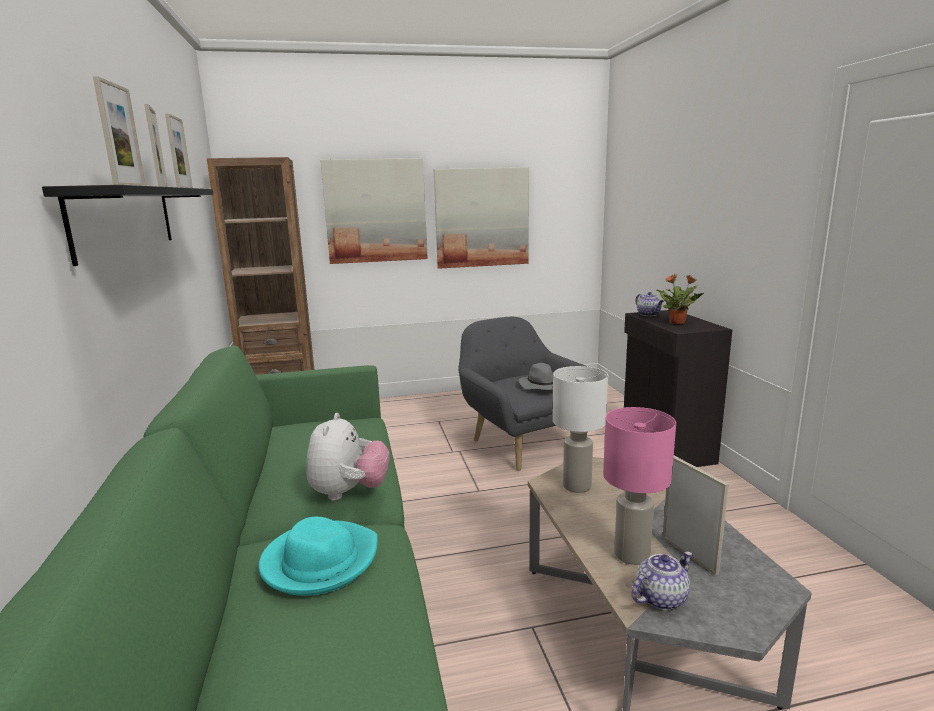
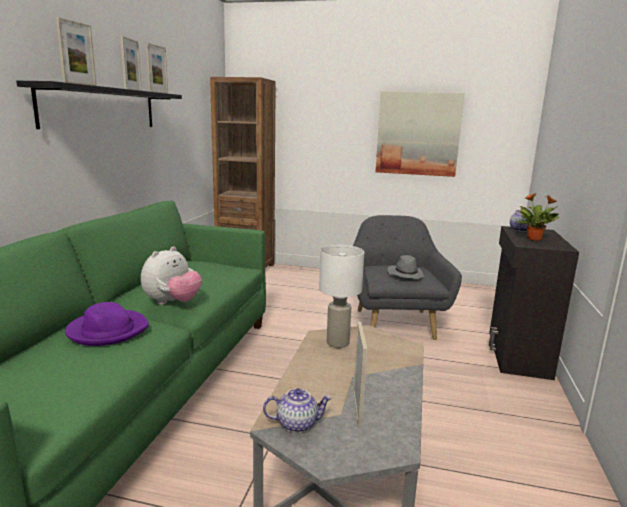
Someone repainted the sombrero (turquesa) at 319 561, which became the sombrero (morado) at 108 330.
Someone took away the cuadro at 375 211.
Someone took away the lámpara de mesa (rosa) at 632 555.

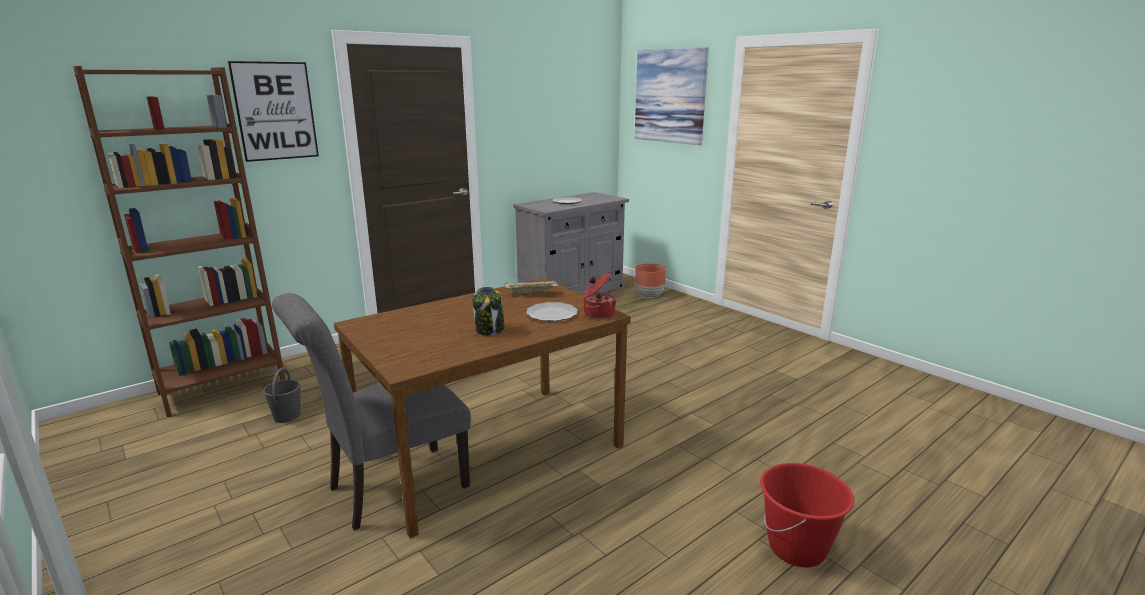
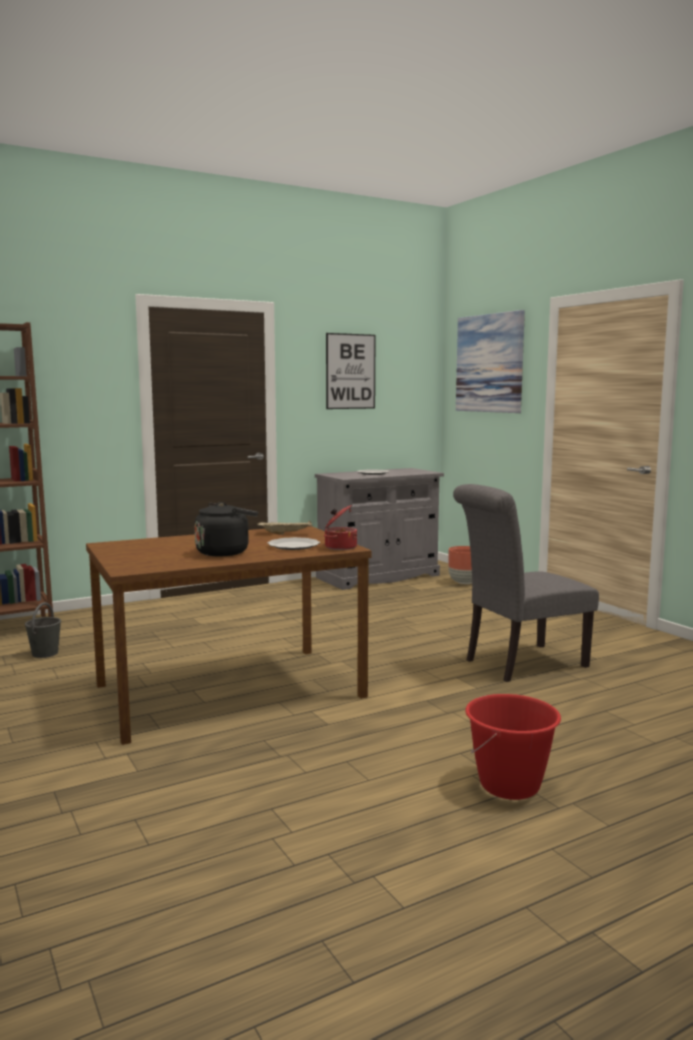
Someone swapped the tarro at 490 330 for the hervidor (negro) at 225 552.
Someone carried the cuadro from 275 111 to 350 371.
Someone carried the silla (gris) from 390 489 to 519 664.

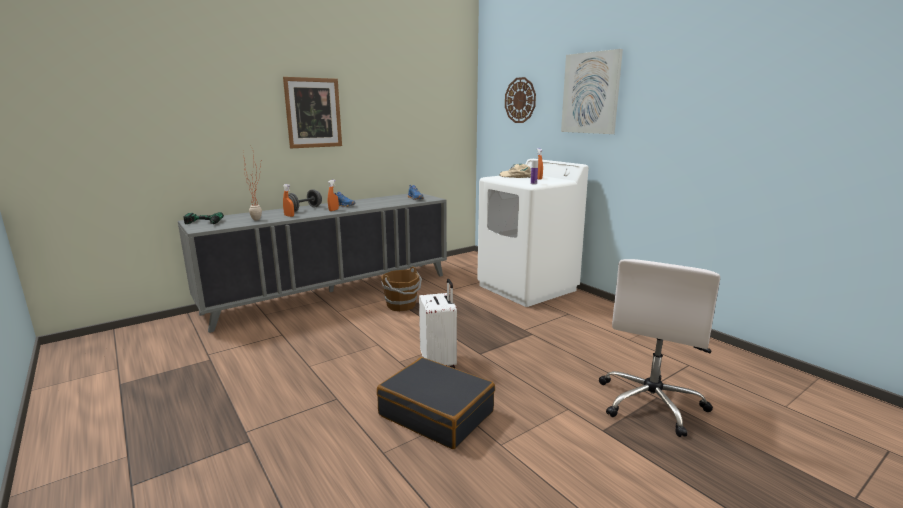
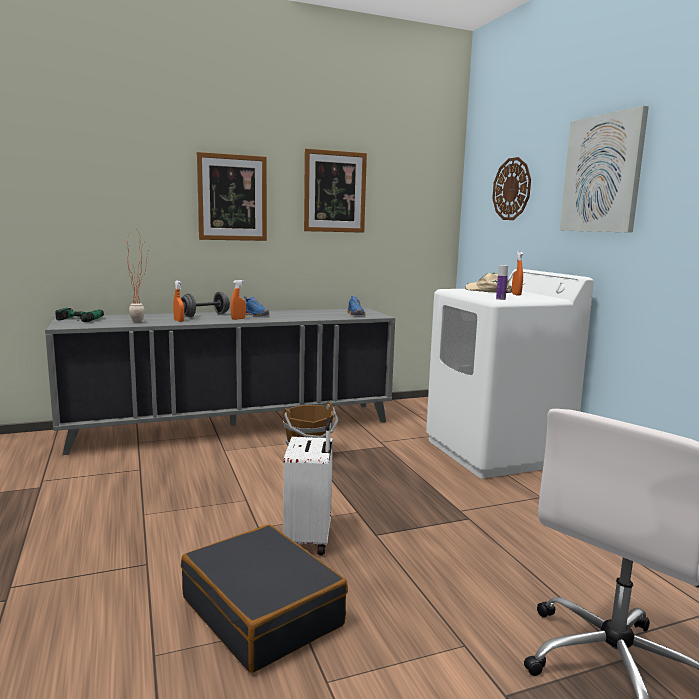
Someone put up the cuadro at 335 192.

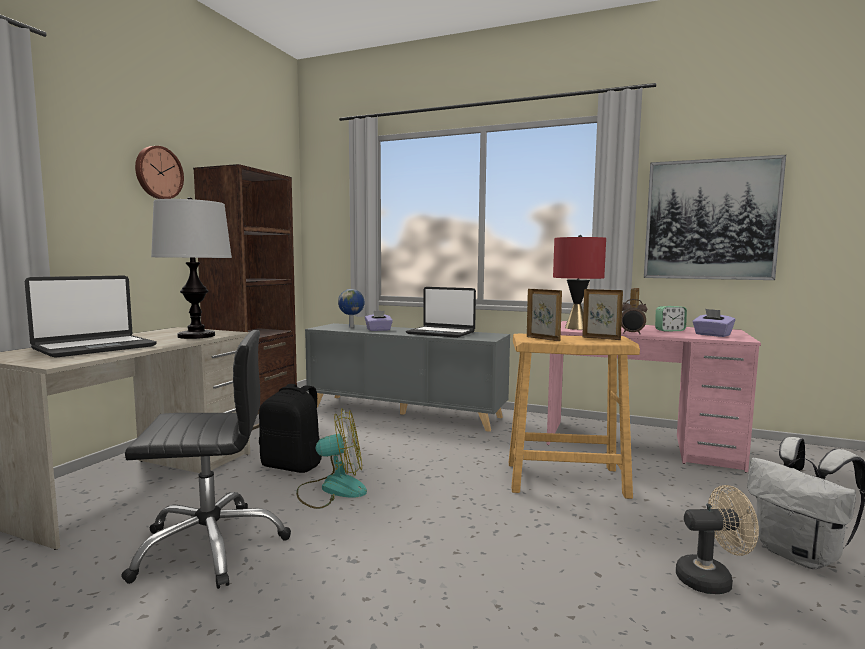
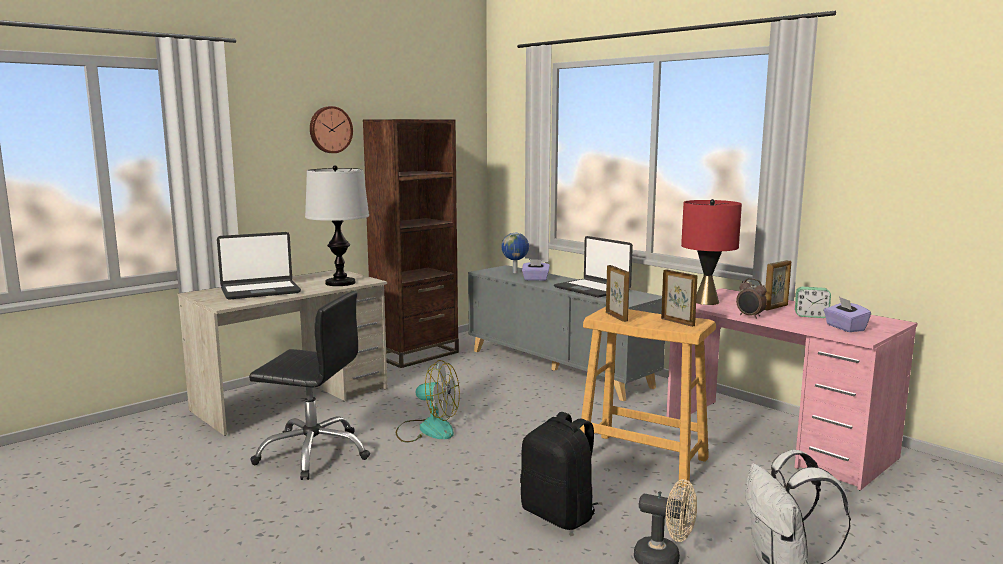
Someone carried the mochila (negro) from 293 466 to 559 515.
Someone took away the cuadro at 710 220.

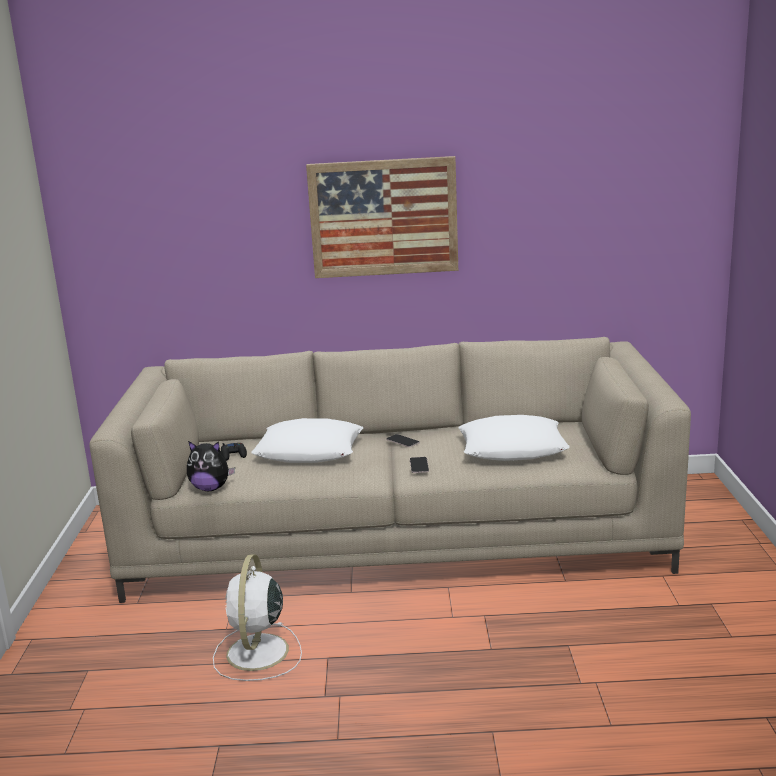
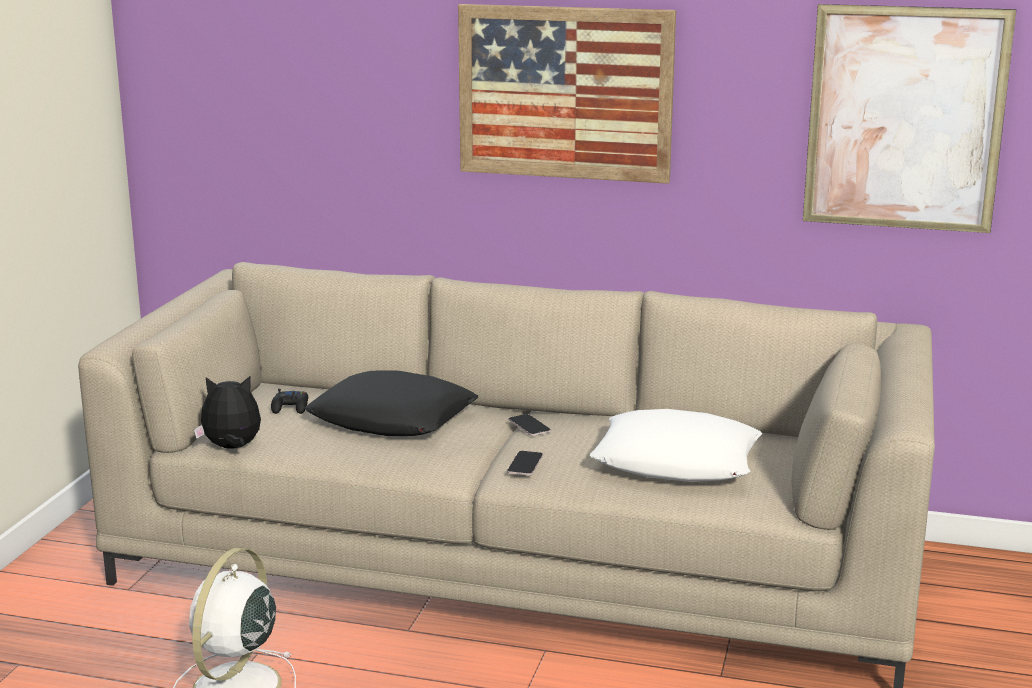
Someone rotated the peluche at 211 488 by 150 degrees clockwise.
Someone repainted the cojín (blanco) at 309 451, which became the cojín (negro) at 392 418.
Someone put up the cuadro at 905 119.

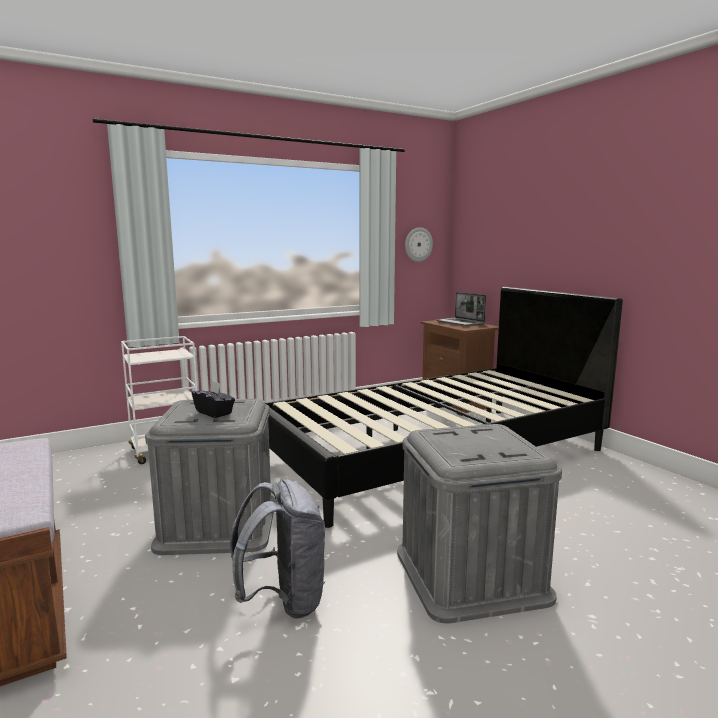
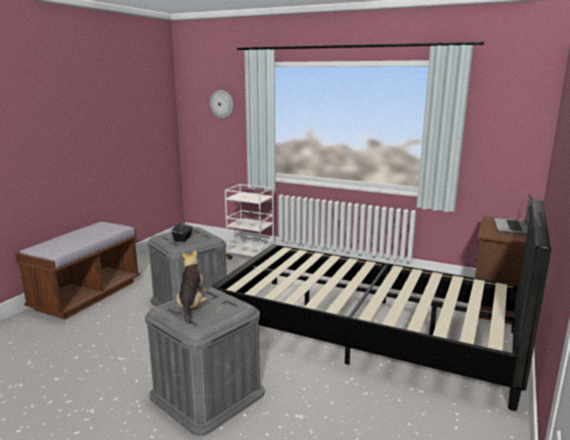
Someone put down the peluche at 192 306.
Someone carried the reloj de pared from 418 244 to 222 104.
Someone took away the mochila (gris) at 284 601.

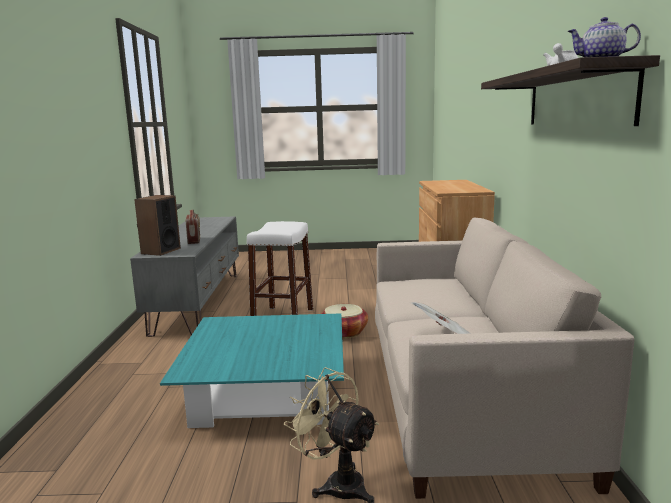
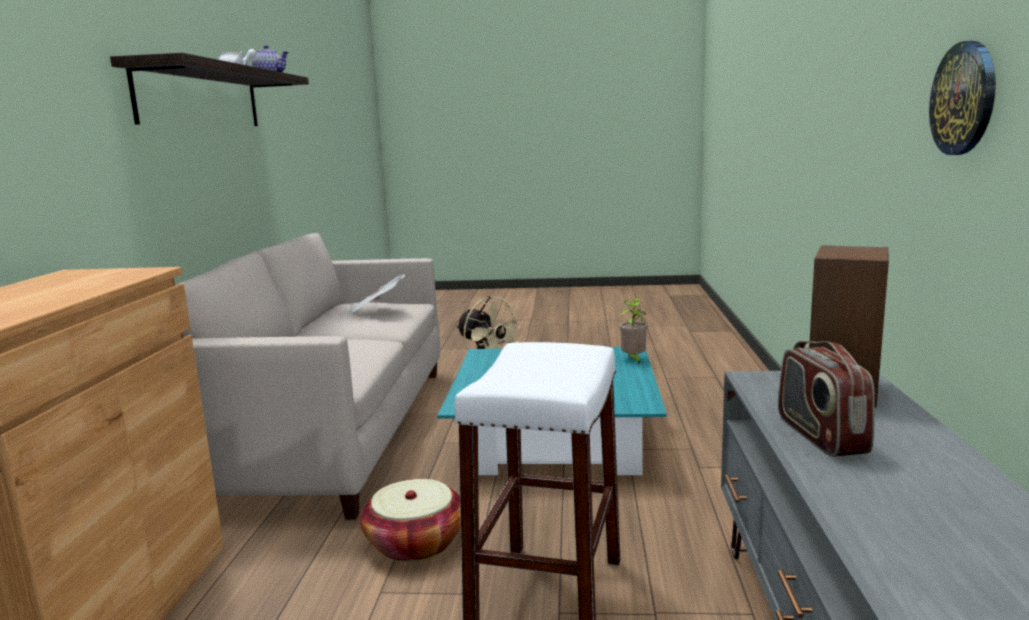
Someone put down the planta en maceta at 633 360.
Someone put up the reloj de pared at 964 99.

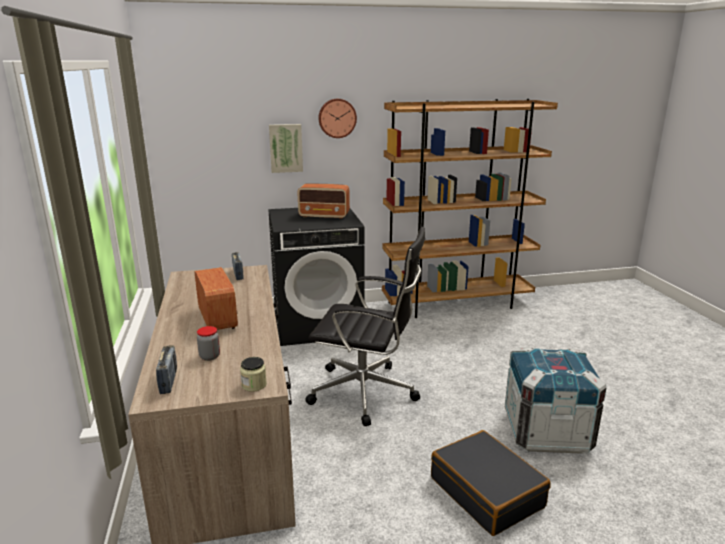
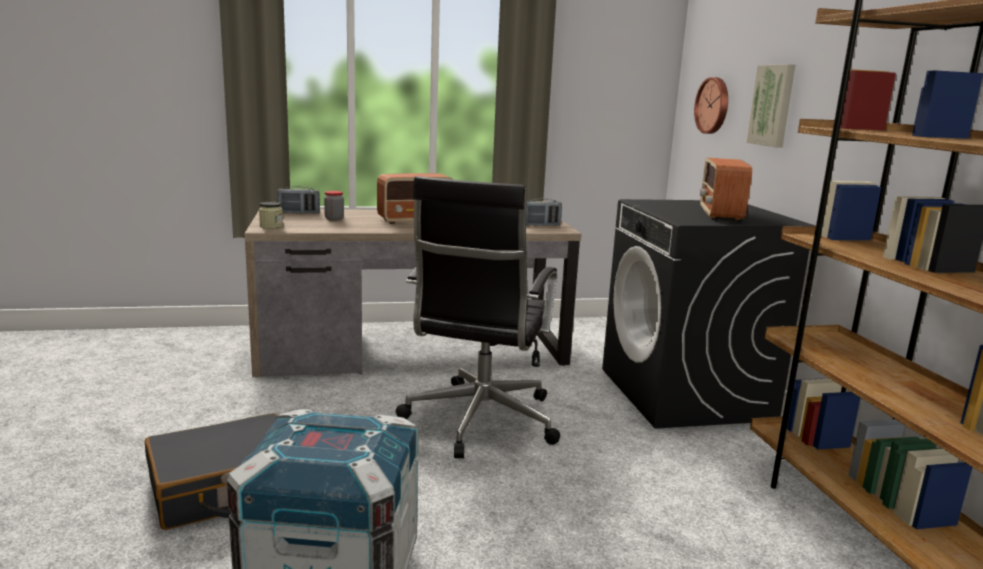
Someone carried the reloj de pared from 337 118 to 713 105.

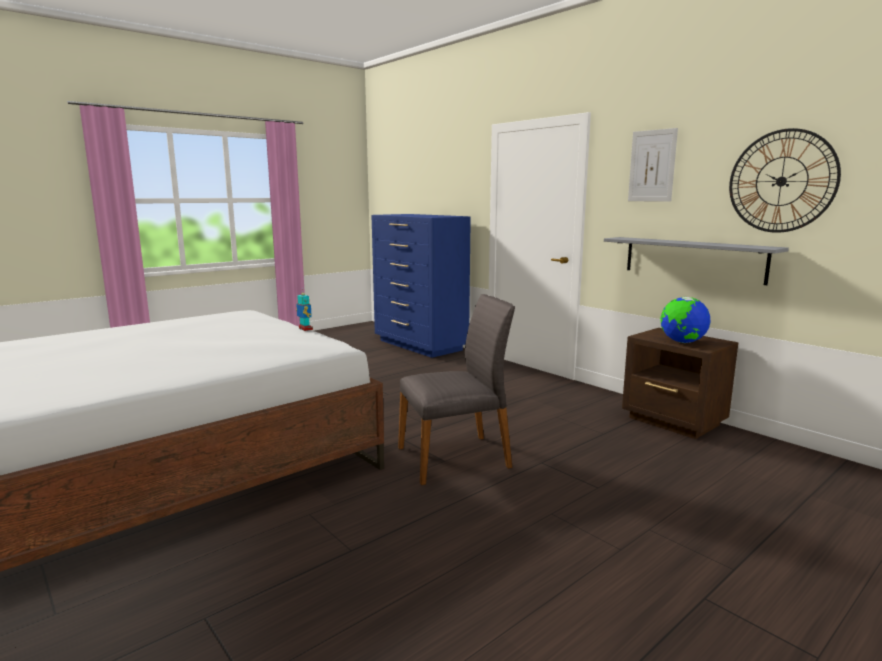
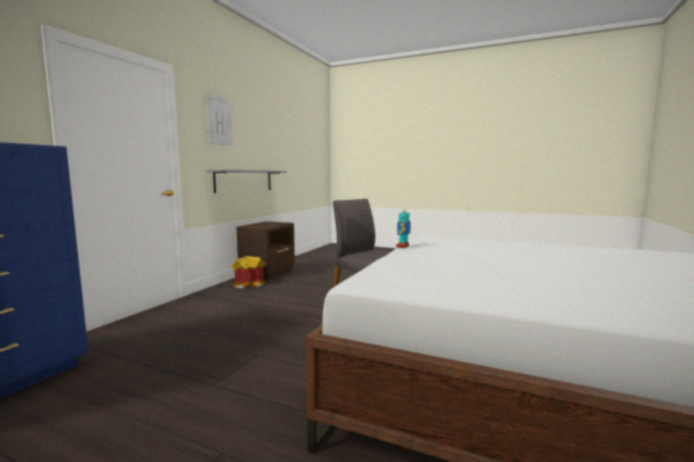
Someone put down the casita at 249 284.
Someone took away the globo terráqueo at 682 342.
Someone took away the reloj de pared at 781 181.

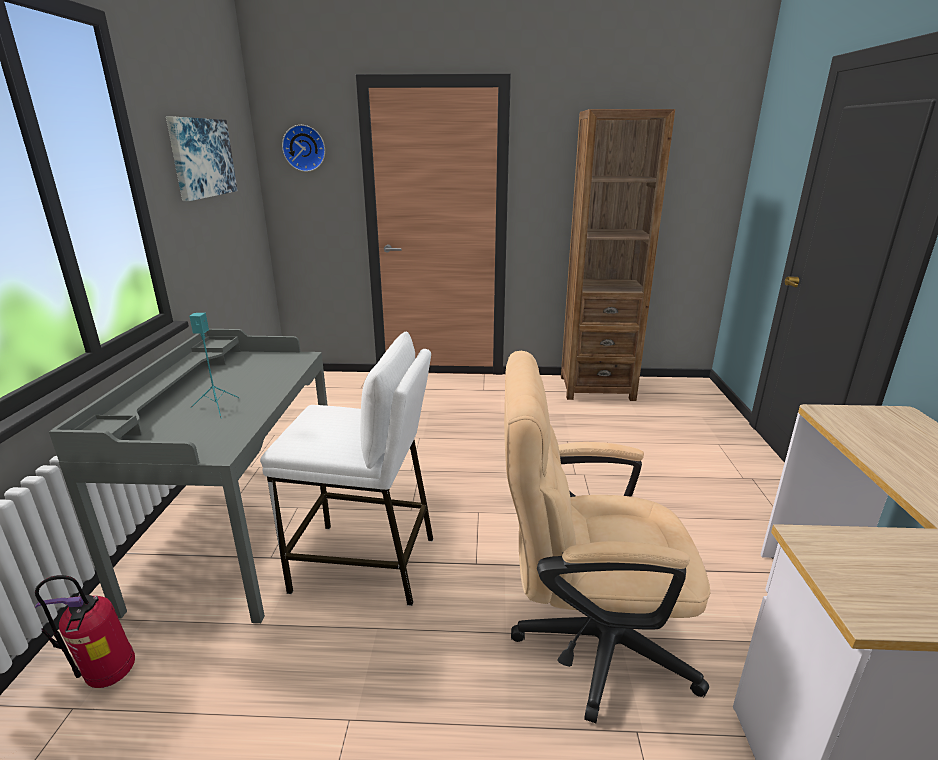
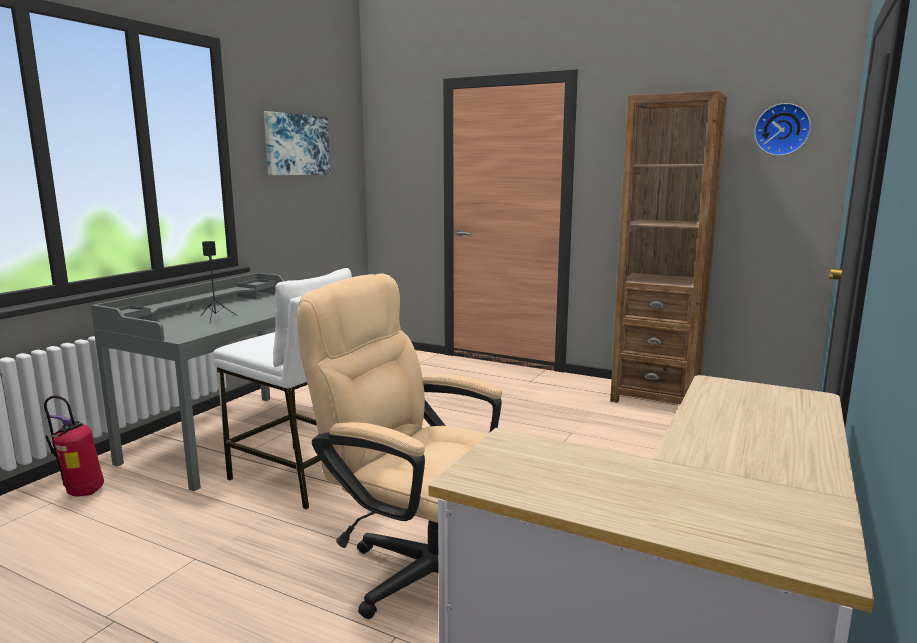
Someone repainted the altavoz (turquesa) at 217 407, which became the altavoz (negro) at 216 318.
Someone carried the reloj de pared from 304 148 to 782 129.

